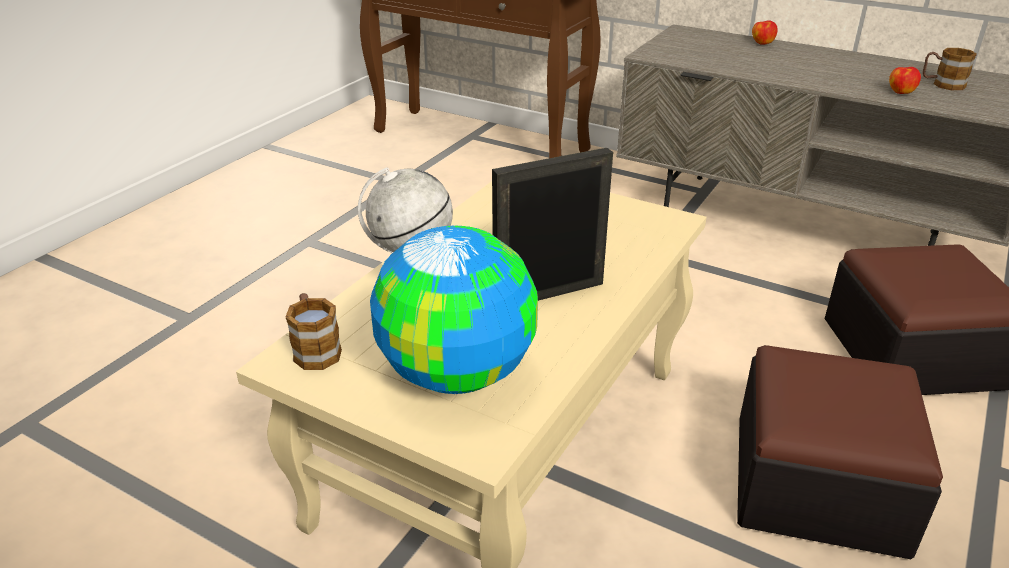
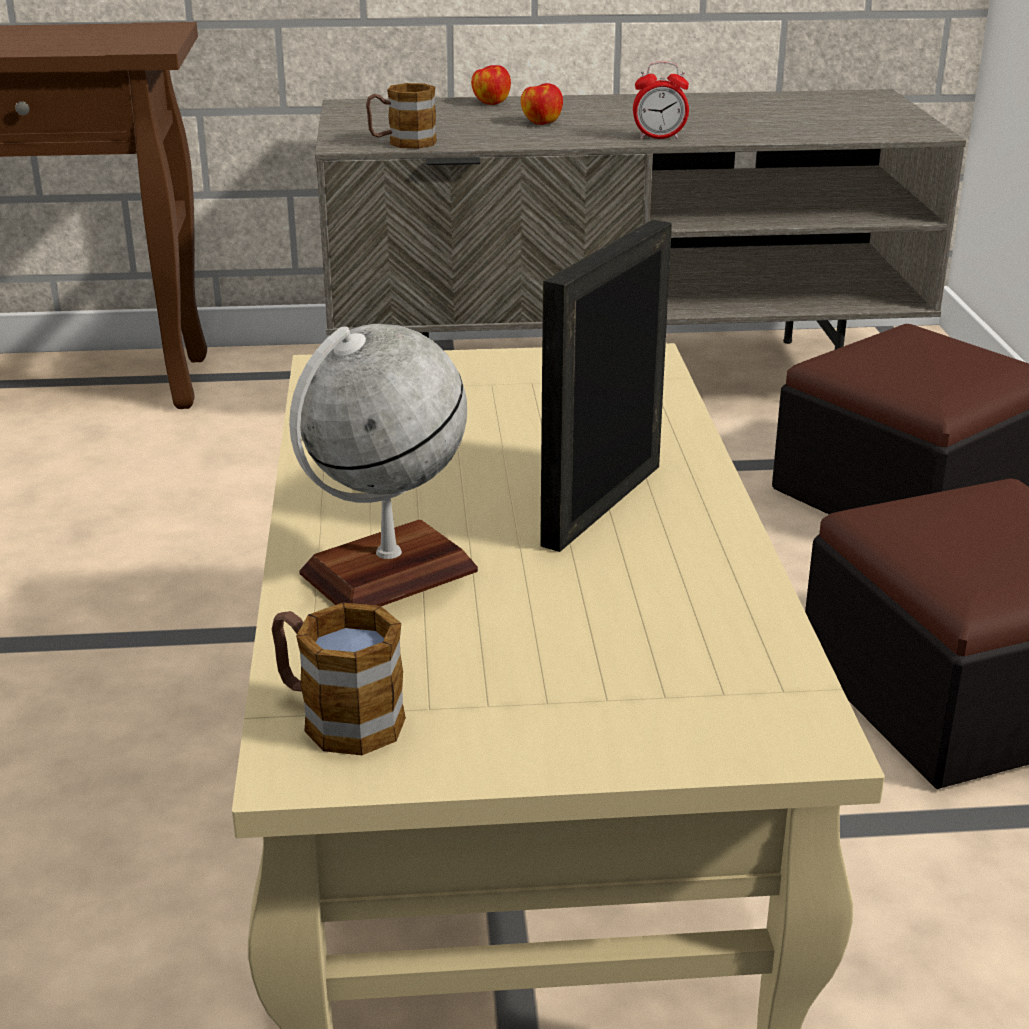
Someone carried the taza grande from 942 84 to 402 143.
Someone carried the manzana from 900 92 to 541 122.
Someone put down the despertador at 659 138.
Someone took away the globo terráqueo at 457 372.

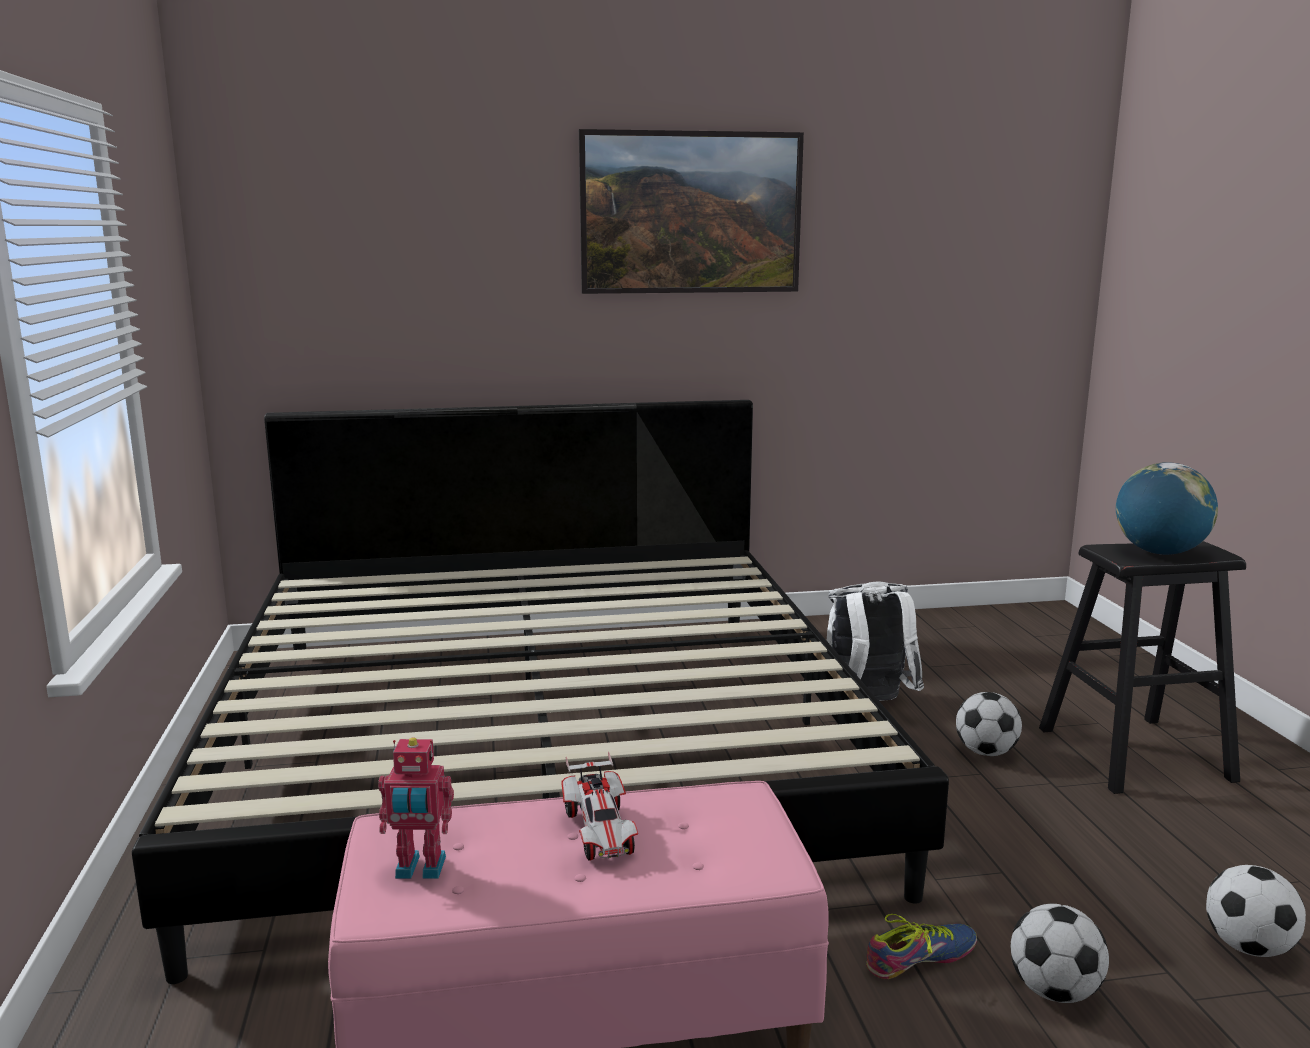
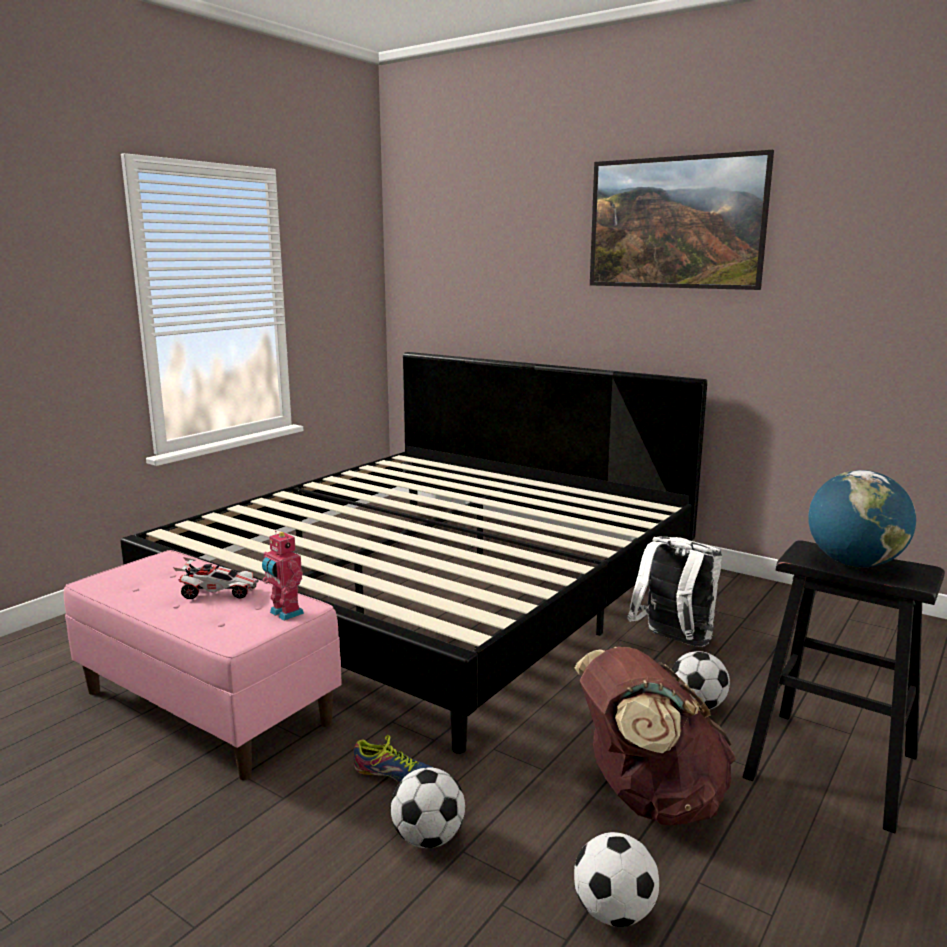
Someone rotated the coche de juguete at 600 832 by 120 degrees counterclockwise.
Someone carried the robot de juguete from 420 869 to 284 613.
Someone put down the mochila (marrón) at 648 798.

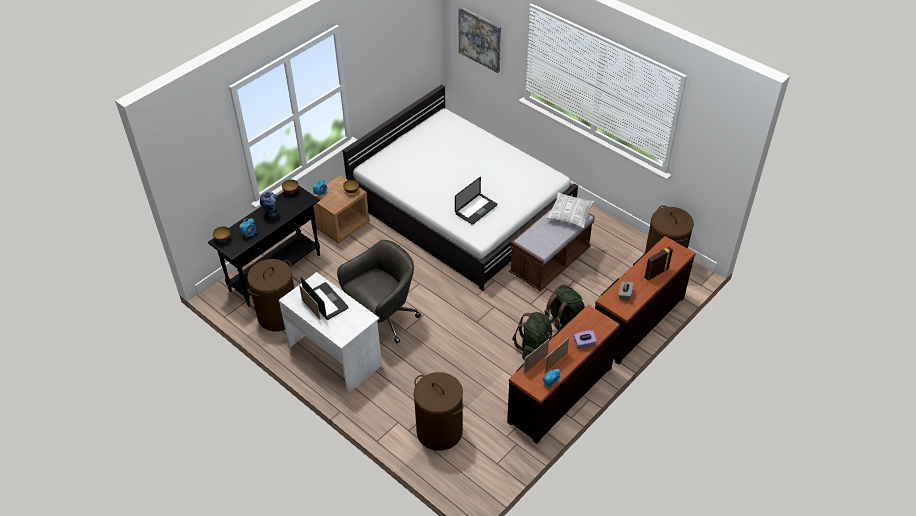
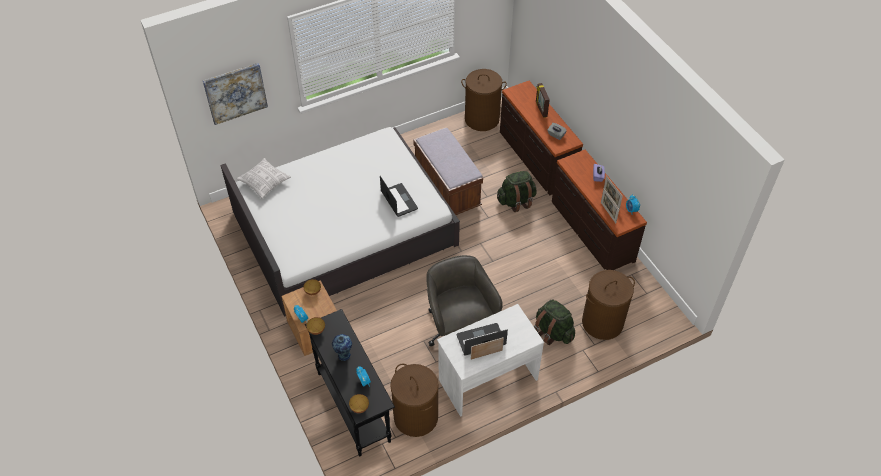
Someone carried the cojín from 569 215 to 264 182.
Someone carried the mochila (verde) from 534 348 to 553 332.

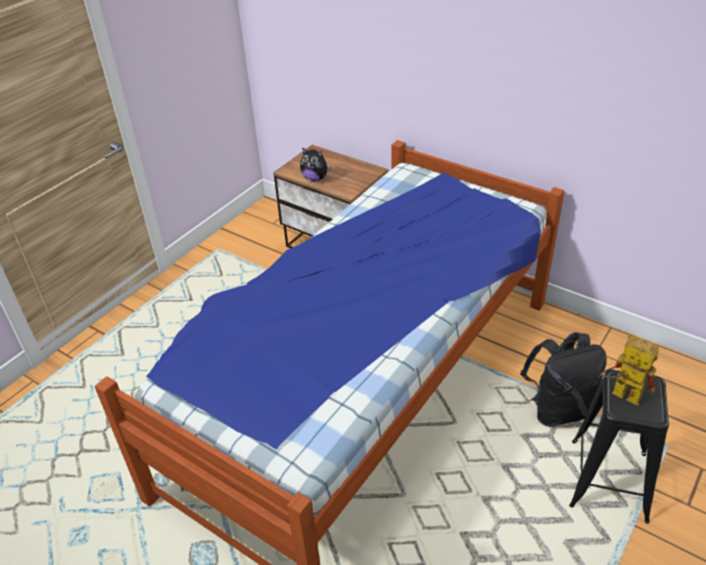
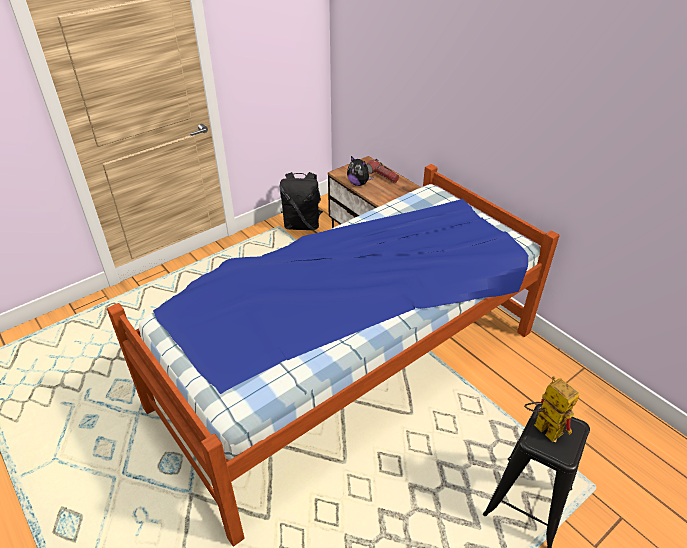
Someone carried the mochila (negro) from 558 409 to 302 225.
Someone put down the linterna at 382 176.

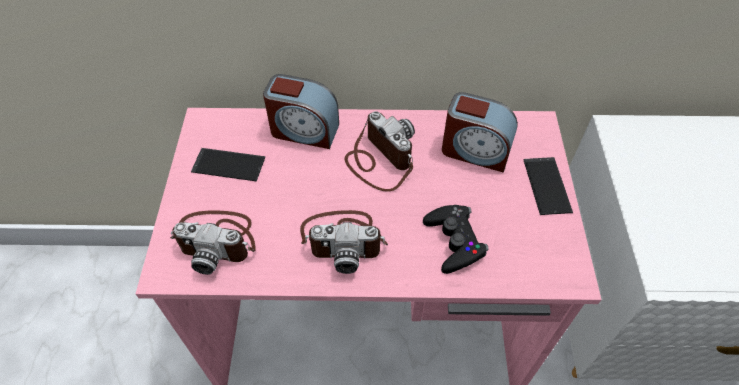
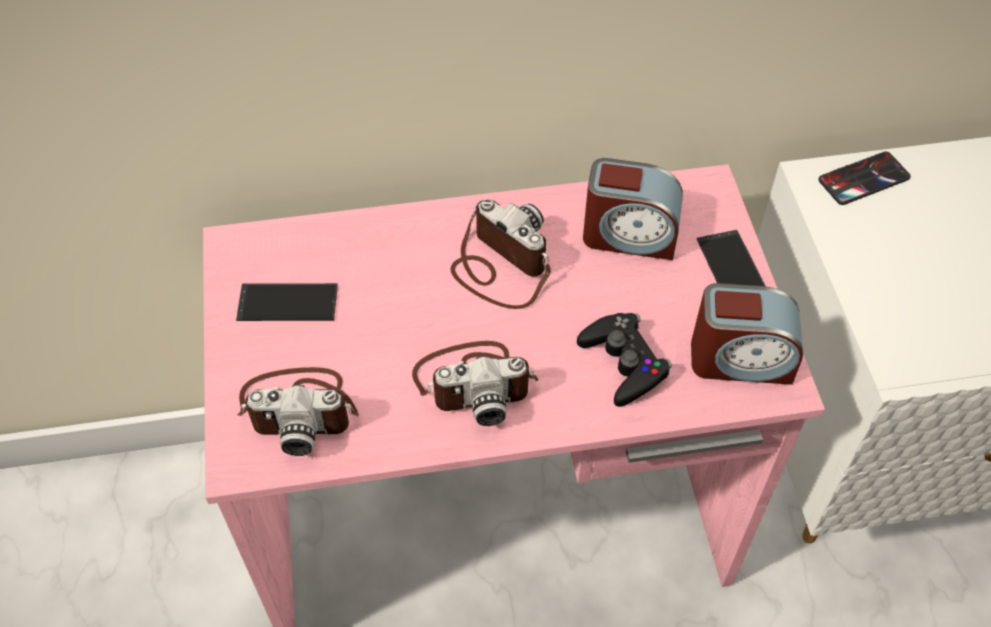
Someone carried the despertador from 304 131 to 740 359.
Someone put down the móvil at 863 179.

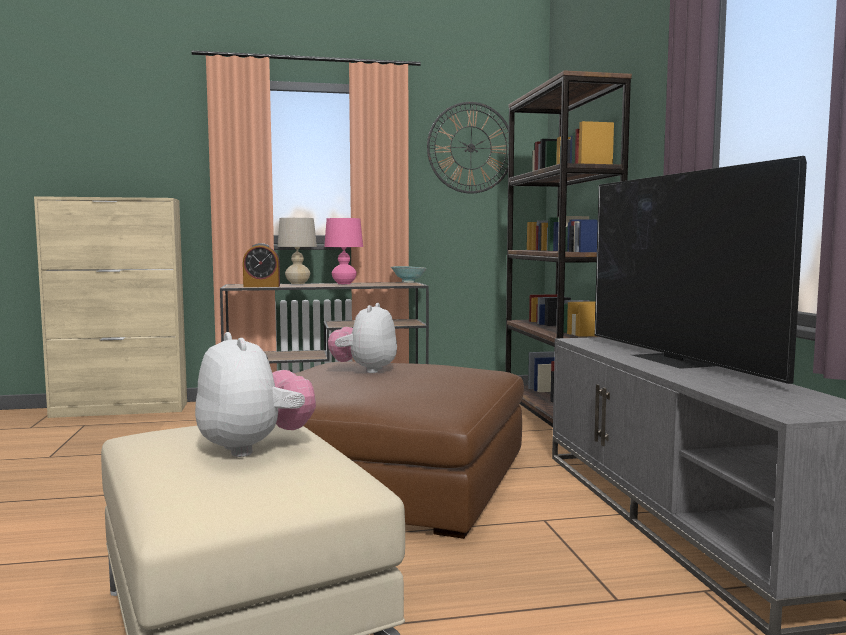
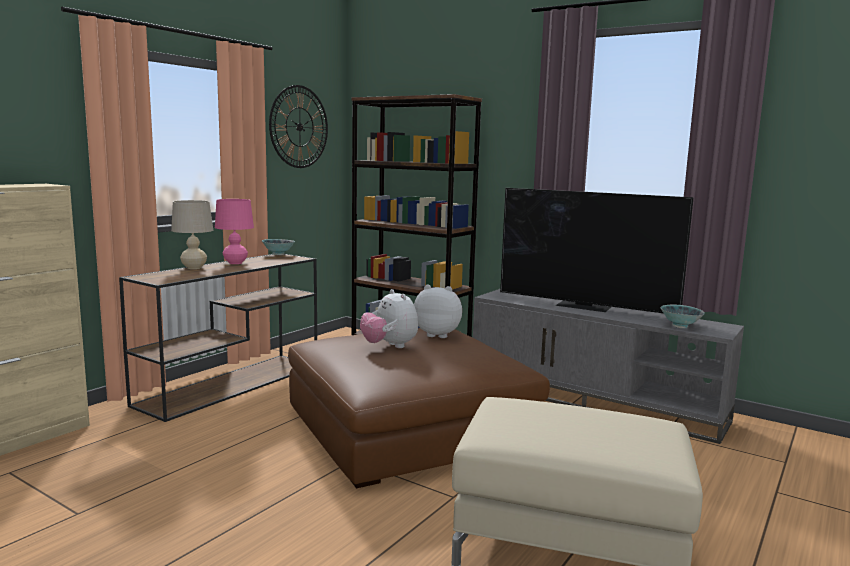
Someone carried the peluche from 254 448 to 438 334.
Someone put down the cuenco at 680 326.
Someone took away the despertador at 261 286.

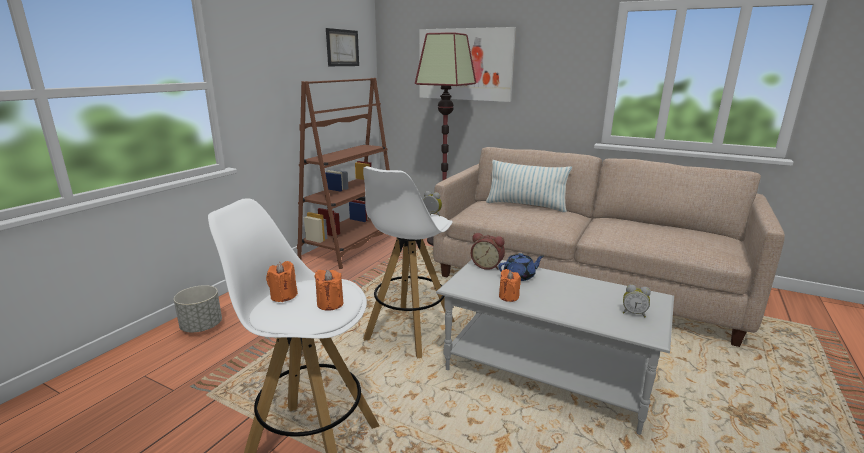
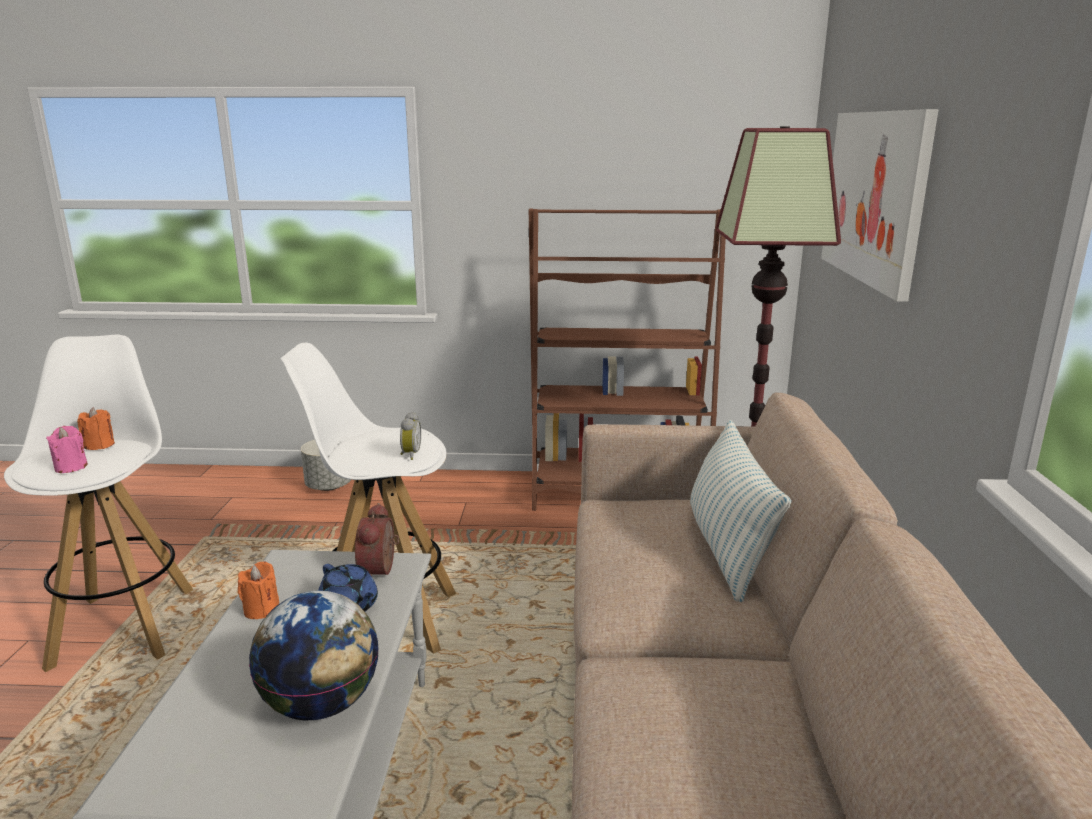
Someone repainted the vela (naranja) at 330 304, which became the vela (rosa) at 71 467.
Someone put down the globo terráqueo at 321 704.
Someone took away the cuadro at 342 48.
Someone took away the despertador at 634 313.

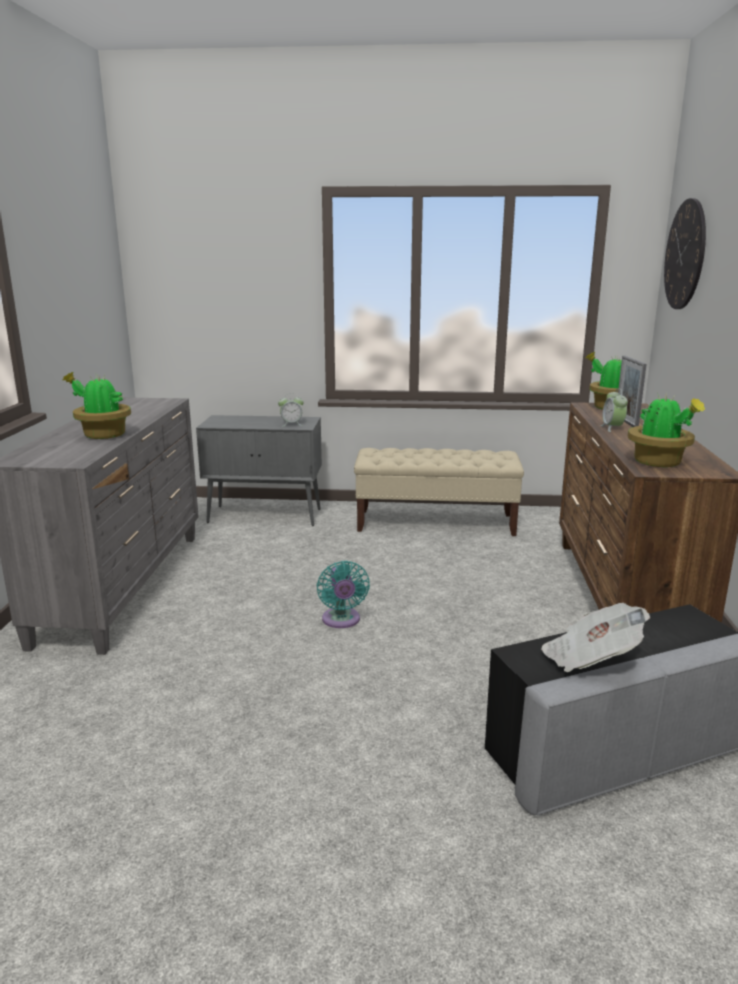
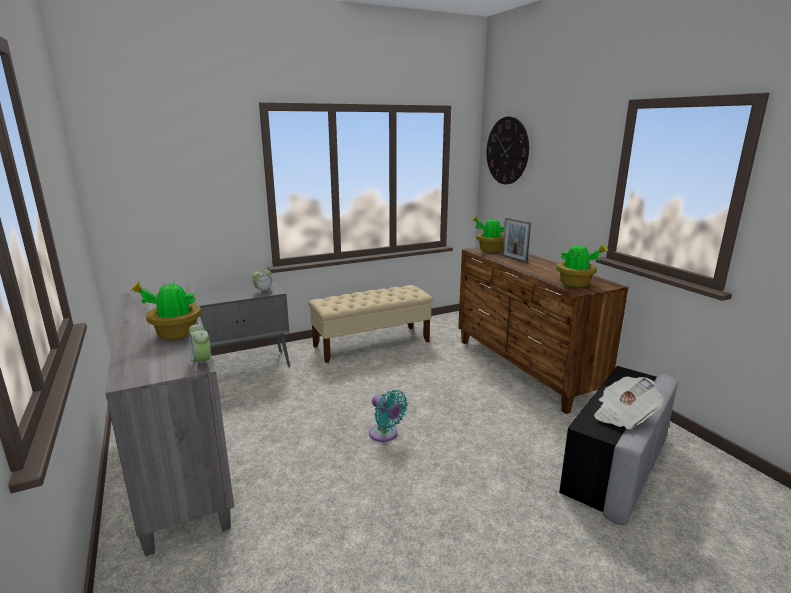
Someone carried the despertador from 612 428 to 201 363.

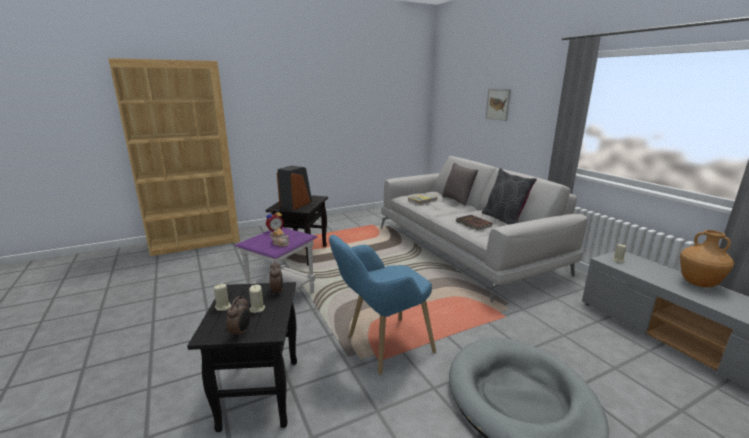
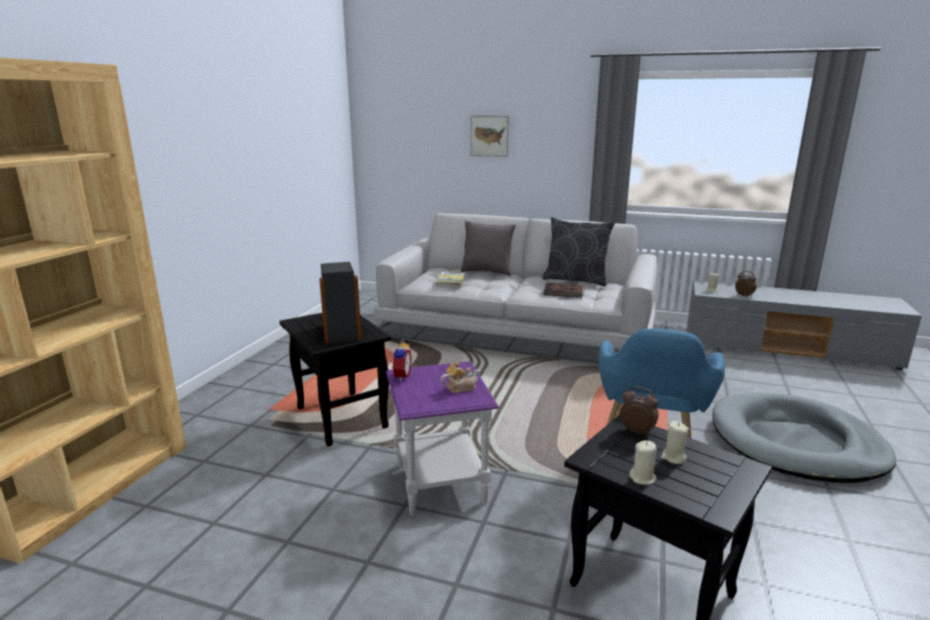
Someone carried the despertador from 241 332 to 744 296.
Someone took away the florero (marrón) at 698 284.

